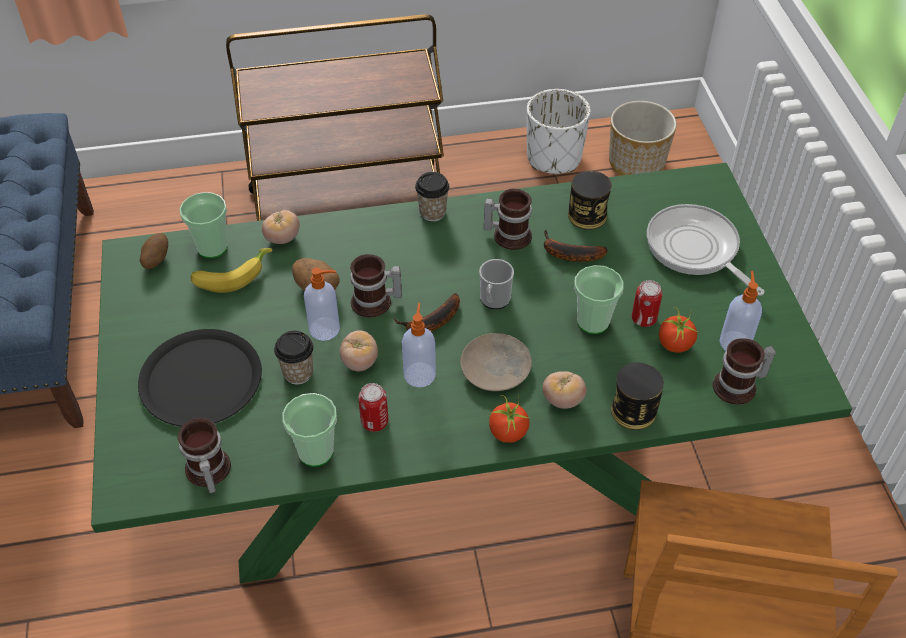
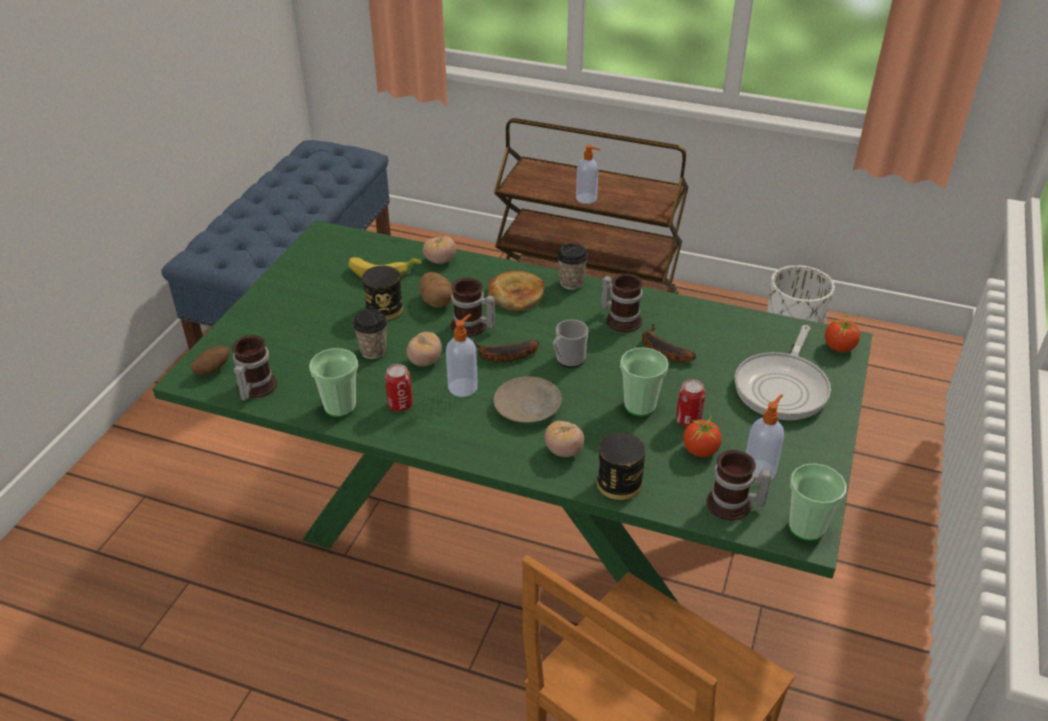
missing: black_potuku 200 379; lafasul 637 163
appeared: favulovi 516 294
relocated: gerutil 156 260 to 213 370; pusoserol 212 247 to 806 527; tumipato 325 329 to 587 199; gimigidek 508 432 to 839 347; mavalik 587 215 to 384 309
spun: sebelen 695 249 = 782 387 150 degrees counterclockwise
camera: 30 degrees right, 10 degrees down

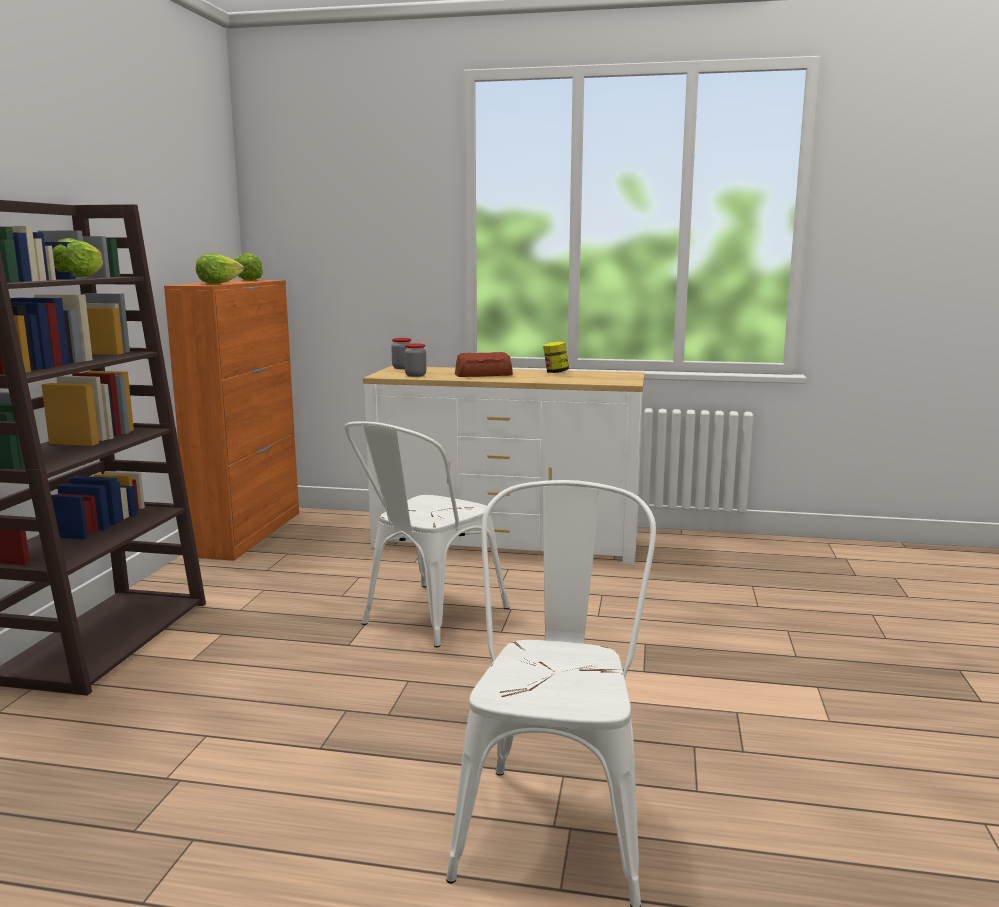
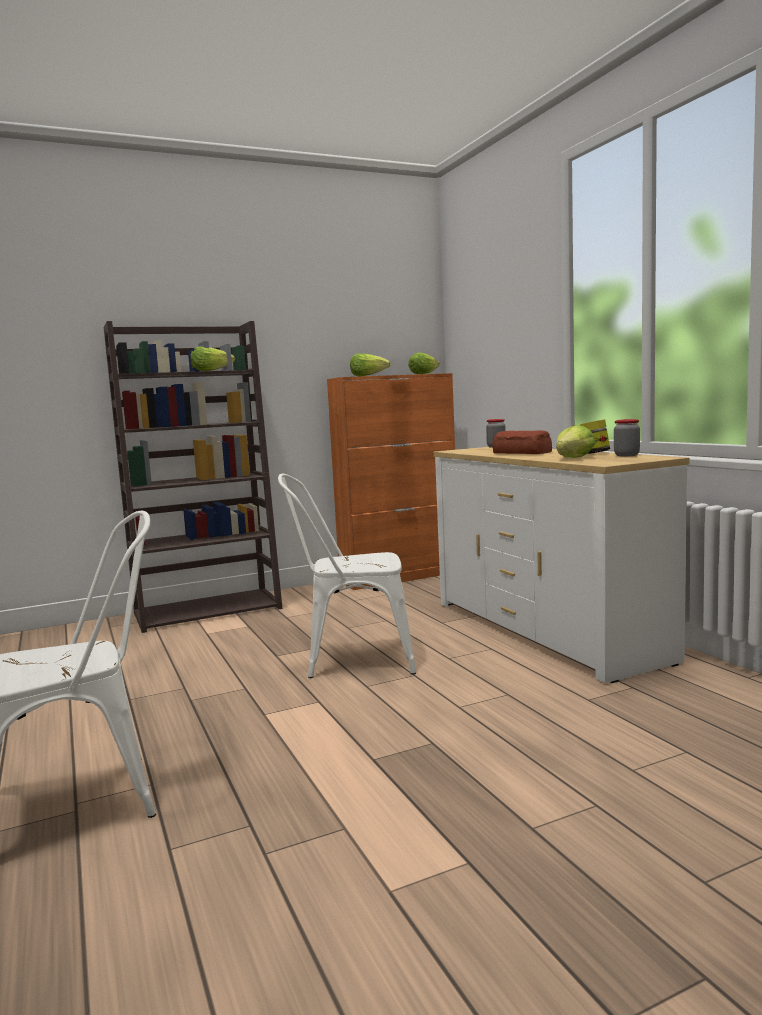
appeared: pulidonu 573 458
relocated: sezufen 415 375 to 626 455
camera: 55 degrees right, 5 degrees down

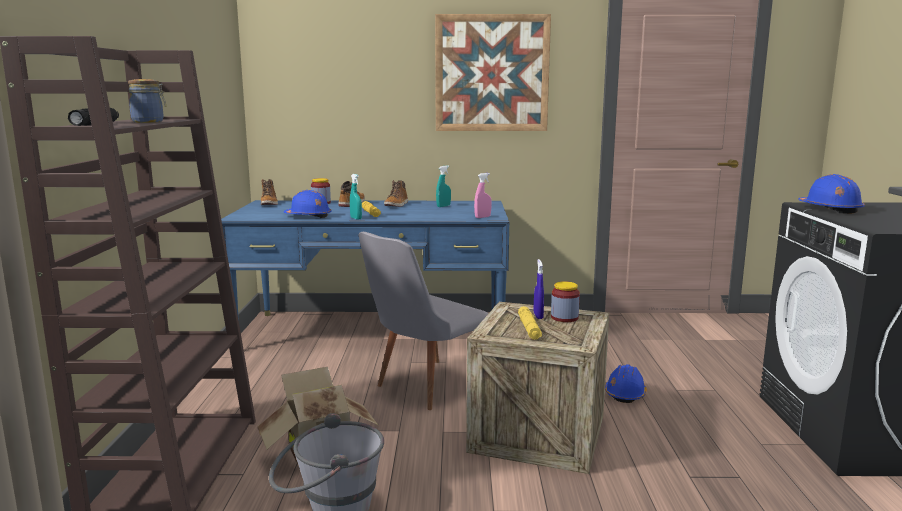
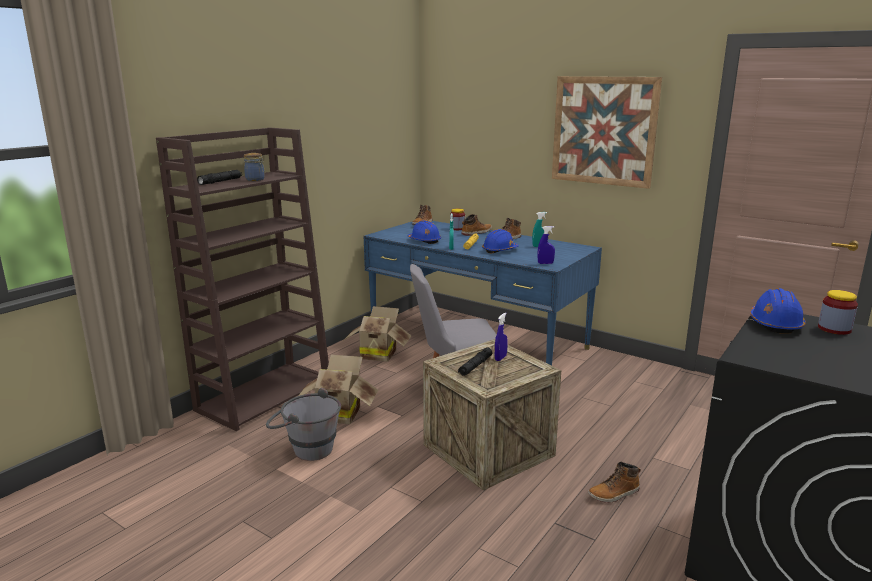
appeared: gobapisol 378 354; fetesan 614 494
relocated: sezufen 564 318 to 834 329; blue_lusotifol 625 394 to 499 250
colour: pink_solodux 482 217 to blue_solodux 545 263; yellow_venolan 529 328 to black_venolan 475 366
camera: 35 degrees right, 5 degrees up

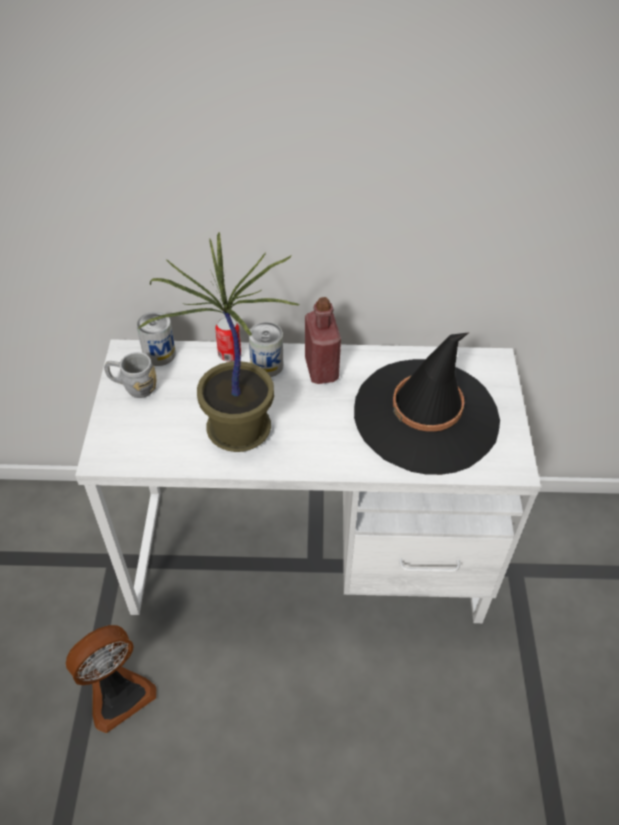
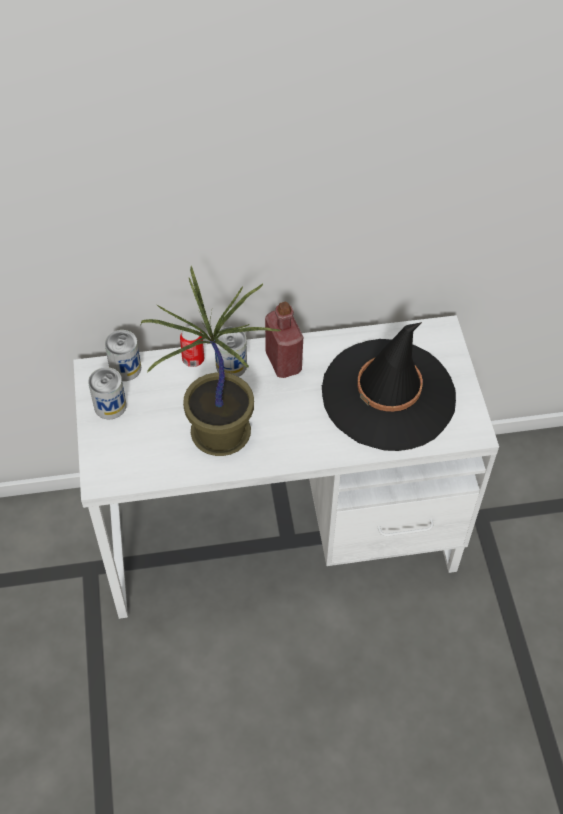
missing: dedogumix 118 693
exchanged: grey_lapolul 133 387 to mavalik 110 406
camera: 10 degrees left, 5 degrees up

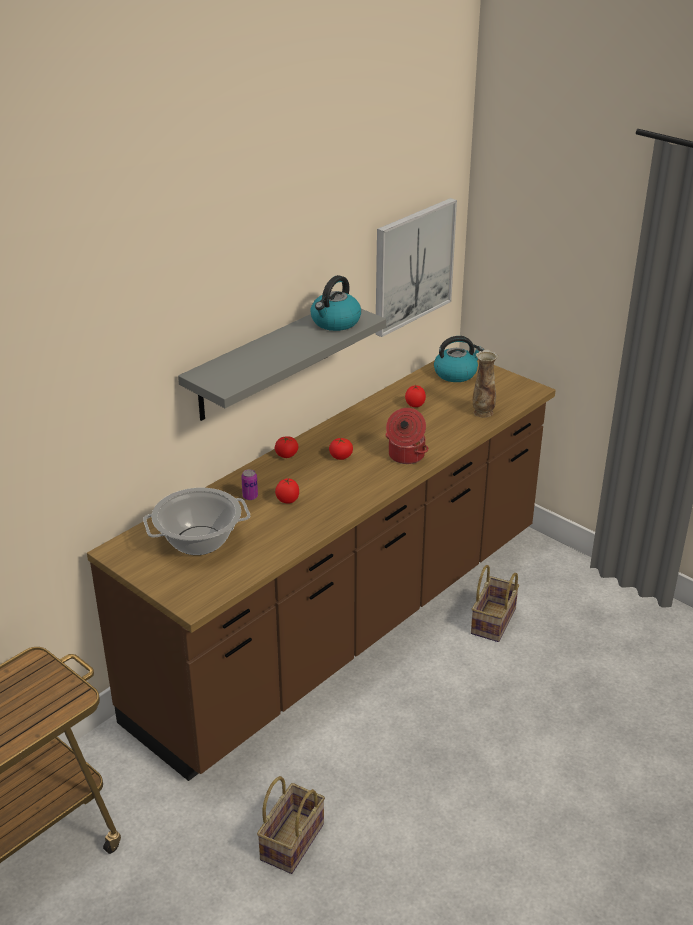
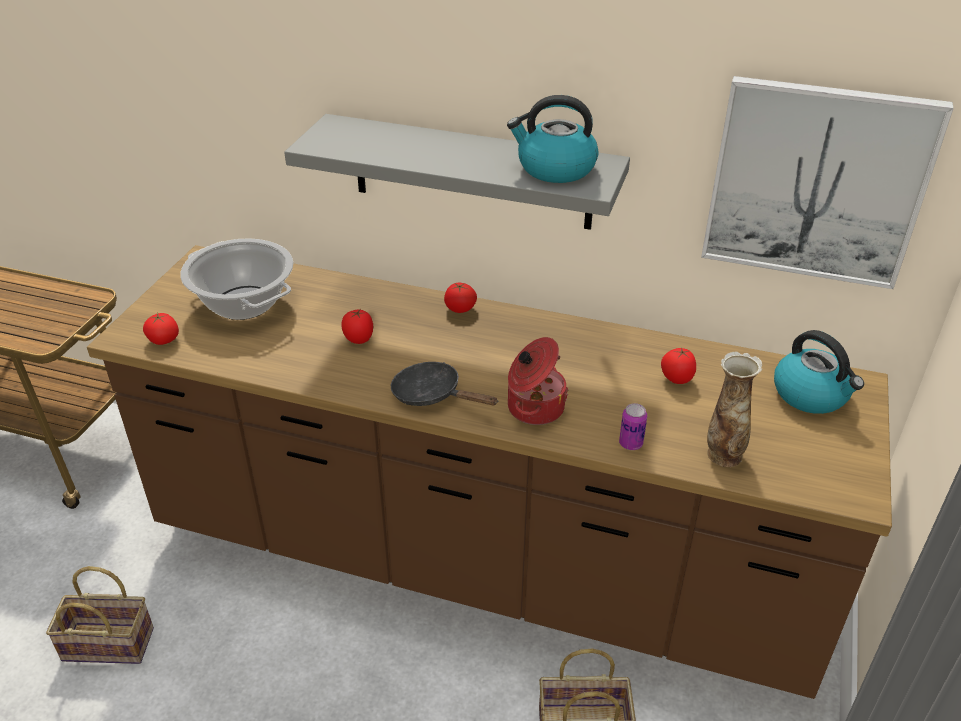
appeared: black_sebelen 432 395
relocated: mavalik 250 497 to 630 444; gimigidek 341 456 to 164 340
camera: 65 degrees right, 5 degrees up

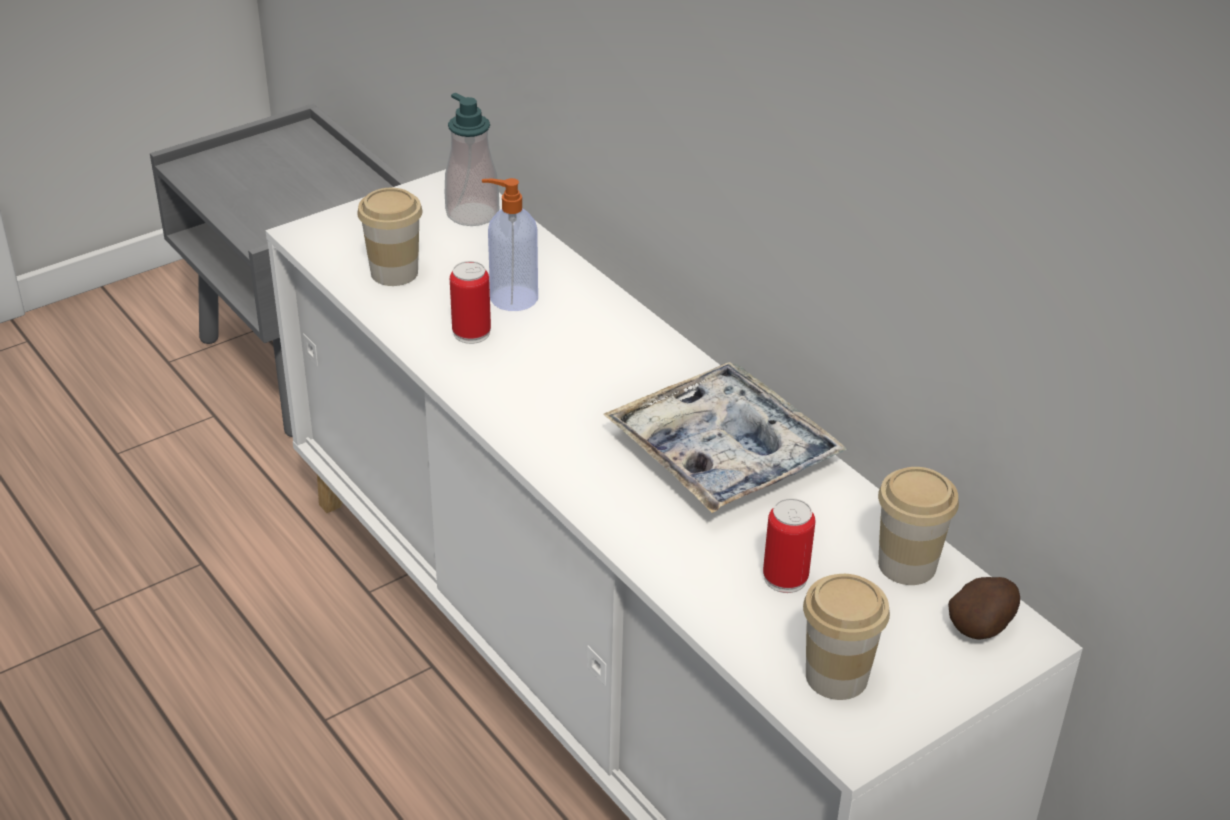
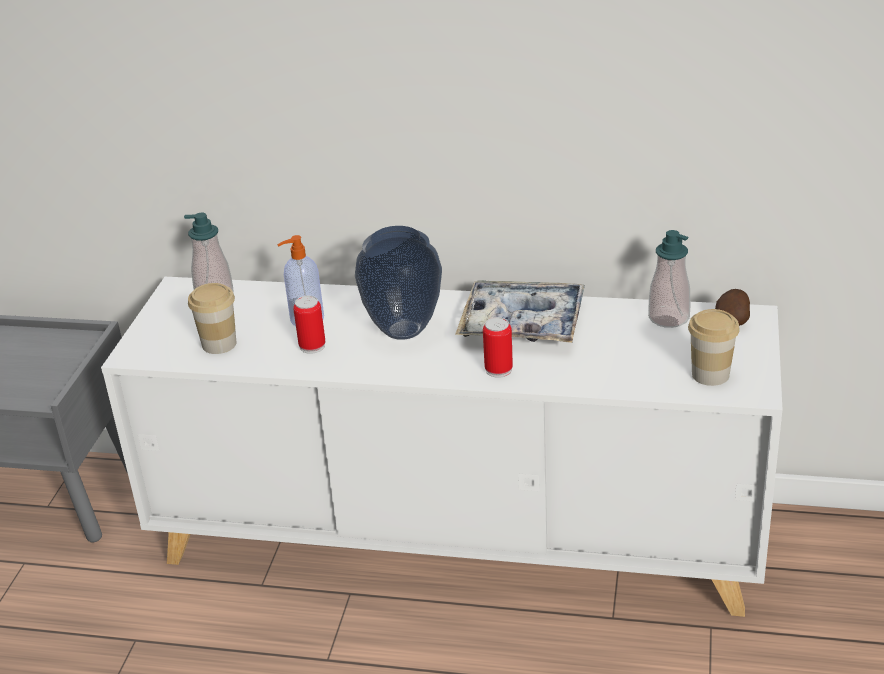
appeared: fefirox 404 330
relocated: mavalik 785 578 to 498 370
exchanged: pusoserol 907 565 to tumipato 668 318
camera: 40 degrees left, 5 degrees down

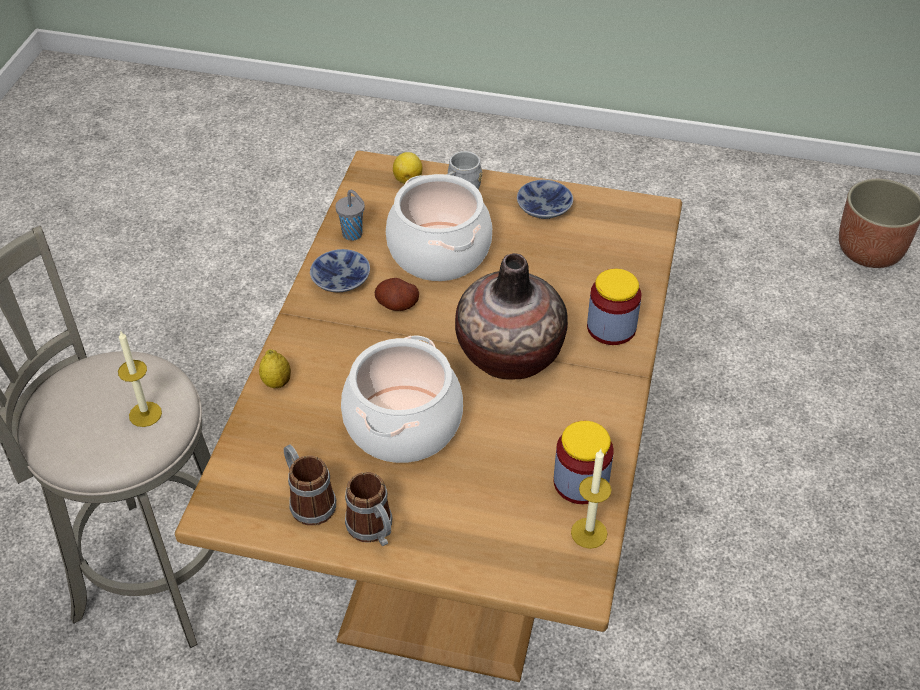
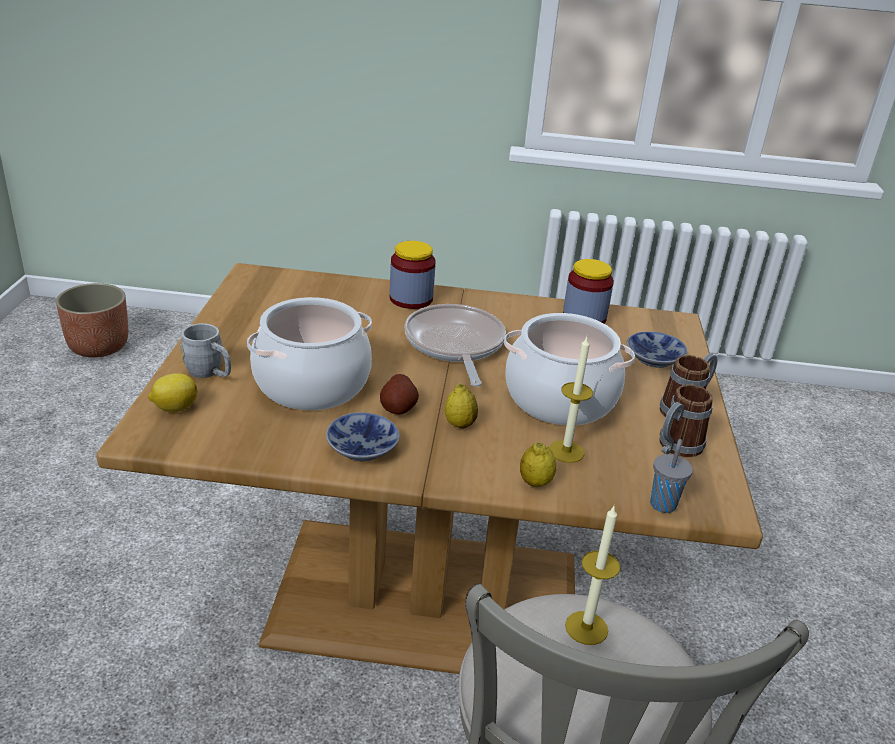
appeared: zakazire 459 424
relocated: grey_pusoserol 353 235 to 663 503; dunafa 545 209 to 655 358; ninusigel 589 533 to 566 451
exchanged: fefirox 509 354 to sebelen 455 345
camera: 100 degrees left, 15 degrees down

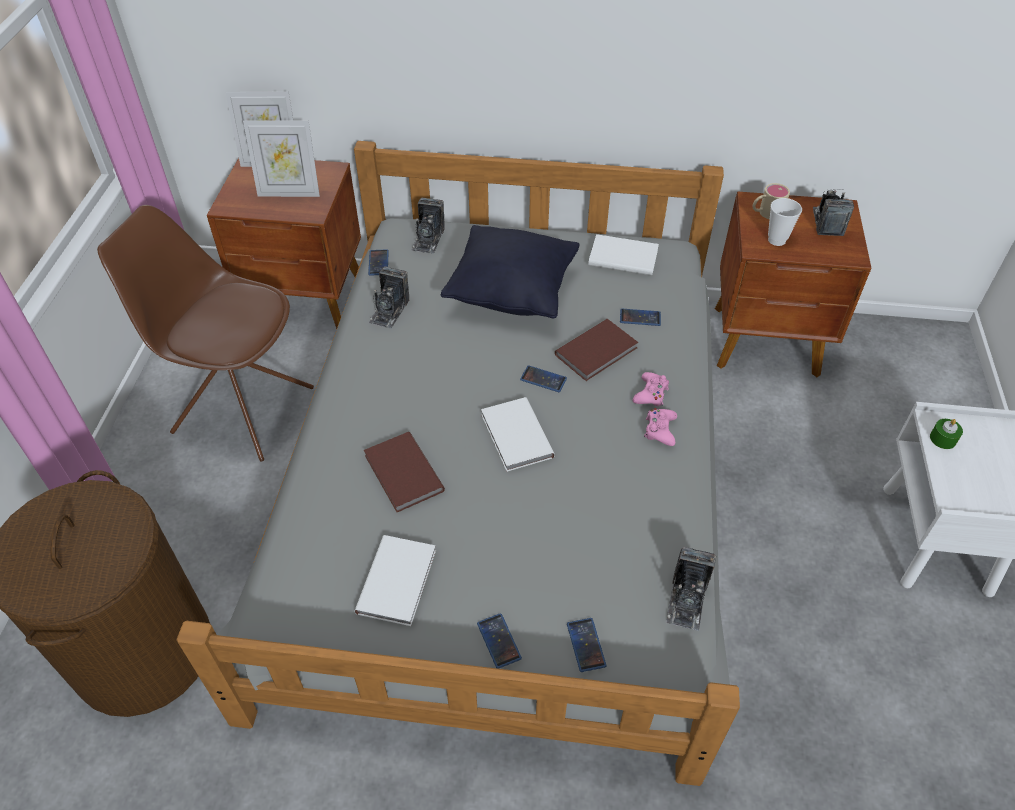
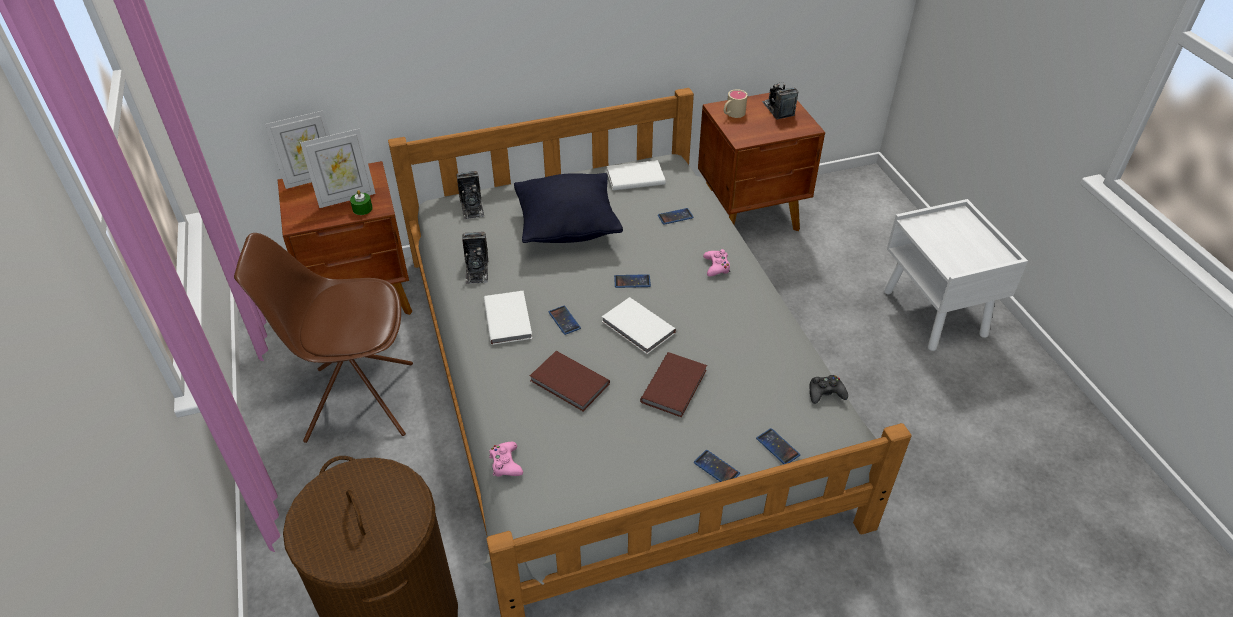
missing: pusoserol 776 240
relocated: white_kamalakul 399 581 to 509 318; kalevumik 378 263 to 564 320; brown_kamalakul 598 352 to 676 386; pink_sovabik 660 430 to 505 463; green_ninusigel 943 439 to 362 209
exchanged: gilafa 686 600 to black_sovabik 825 393
camera: 25 degrees left, 5 degrees down

